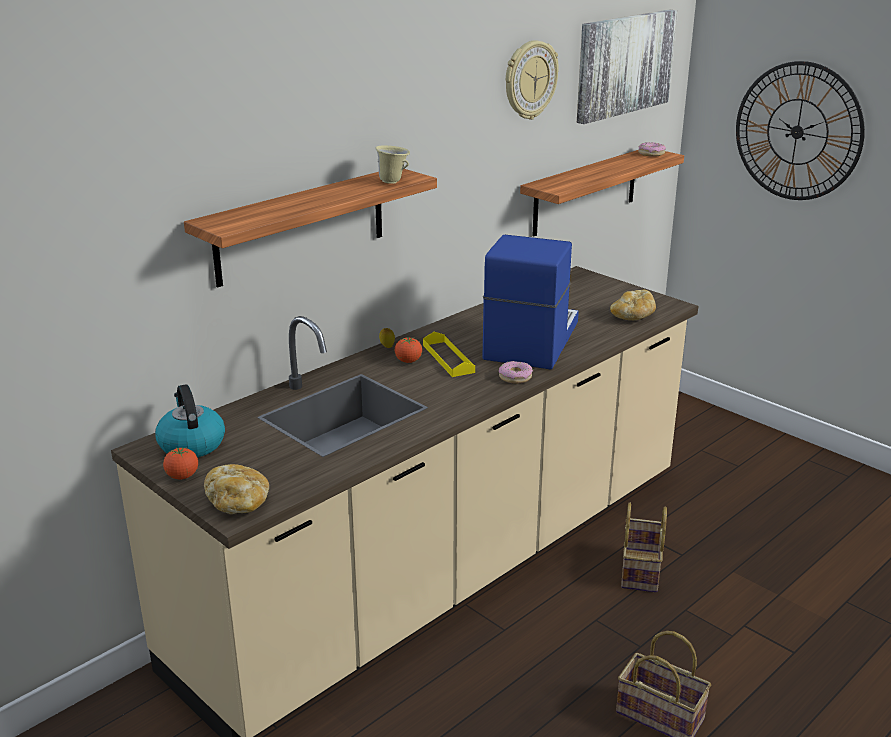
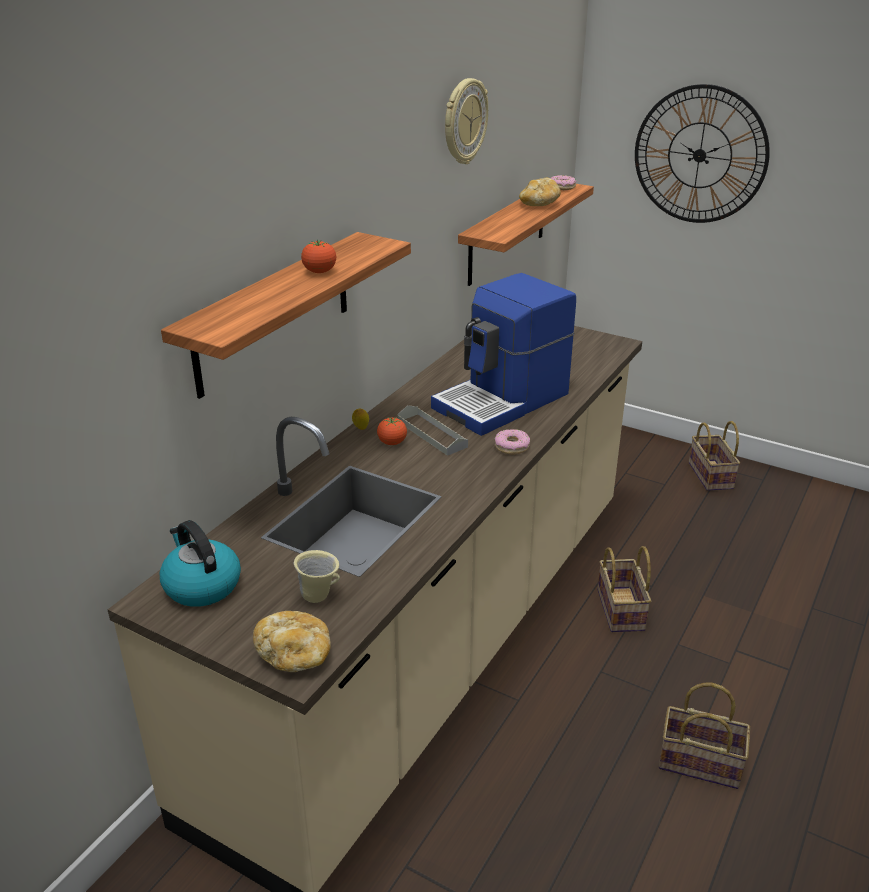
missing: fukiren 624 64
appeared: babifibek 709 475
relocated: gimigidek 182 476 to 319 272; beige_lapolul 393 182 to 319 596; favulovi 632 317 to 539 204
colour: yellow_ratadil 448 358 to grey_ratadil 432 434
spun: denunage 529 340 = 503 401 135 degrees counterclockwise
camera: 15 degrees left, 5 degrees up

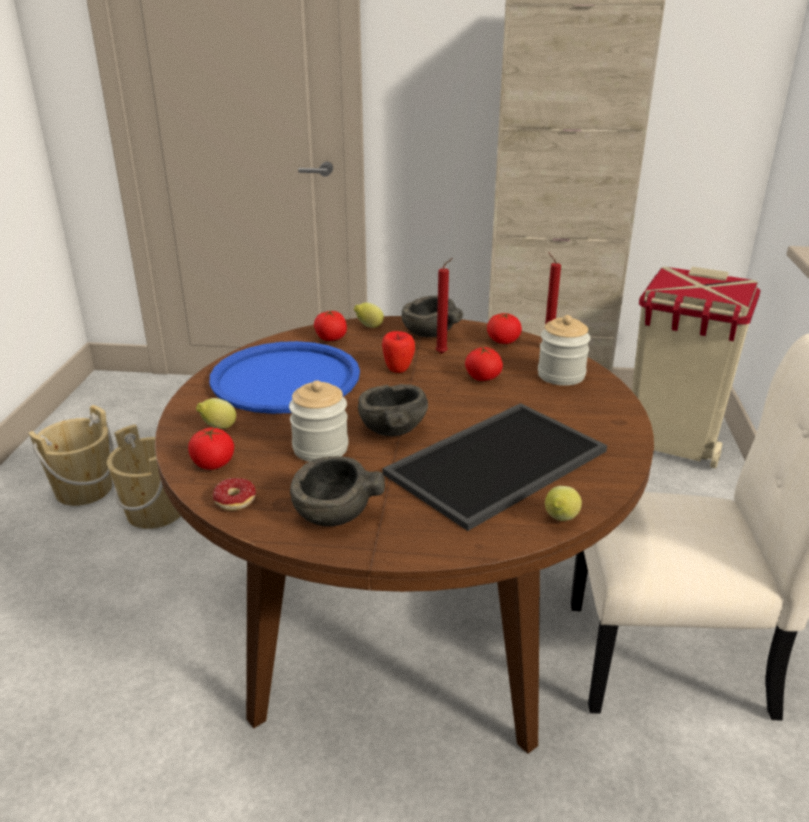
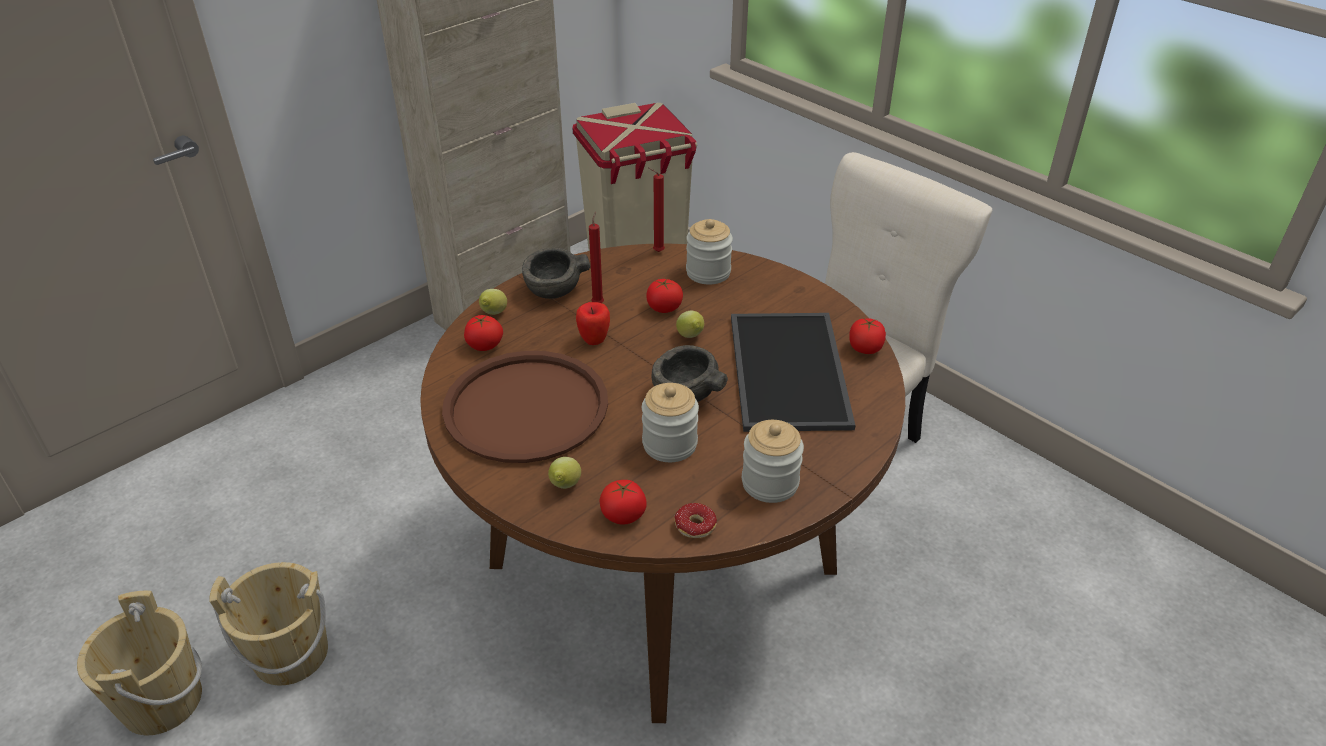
relocated: gimigidek 503 341 to 865 349; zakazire 560 520 to 690 337
exchanged: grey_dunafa 332 515 to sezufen 770 483
colour: blue_ratadil 286 379 to brown_ratadil 526 407
camera: 50 degrees left, 10 degrees up

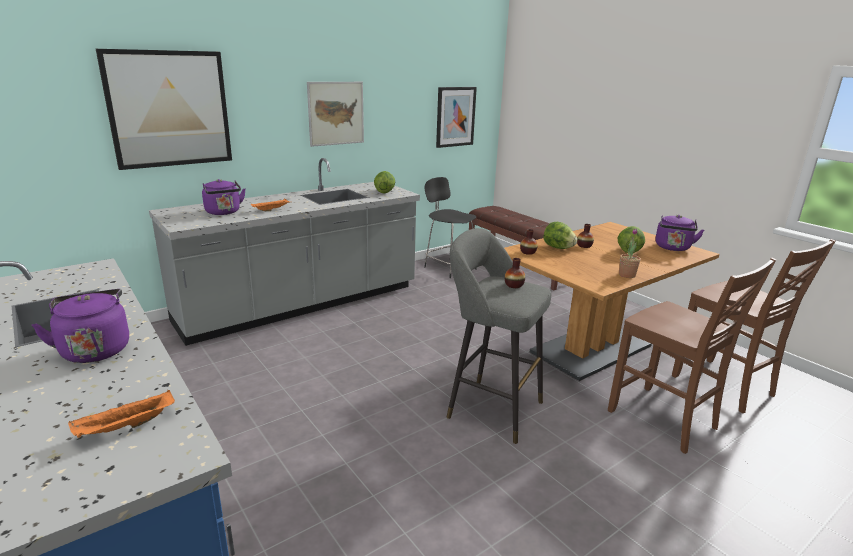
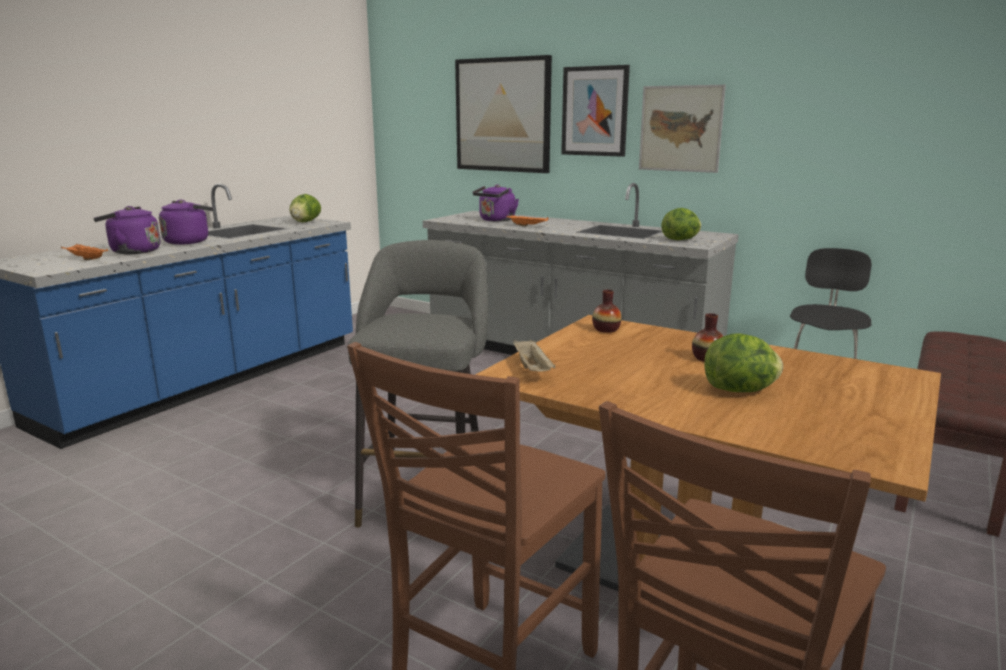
missing: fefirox 514 285; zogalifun 627 275
appeared: beige_ratadil 533 370
relocated: fukiren 455 116 to 595 111; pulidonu 558 248 to 305 222; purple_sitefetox 673 248 to 132 252
camera: 70 degrees right, 5 degrees down

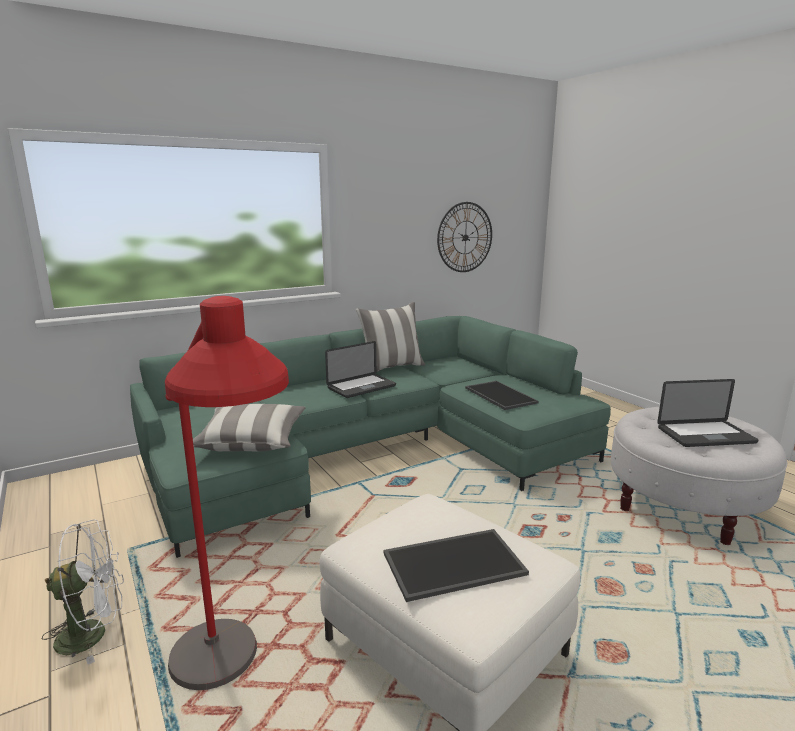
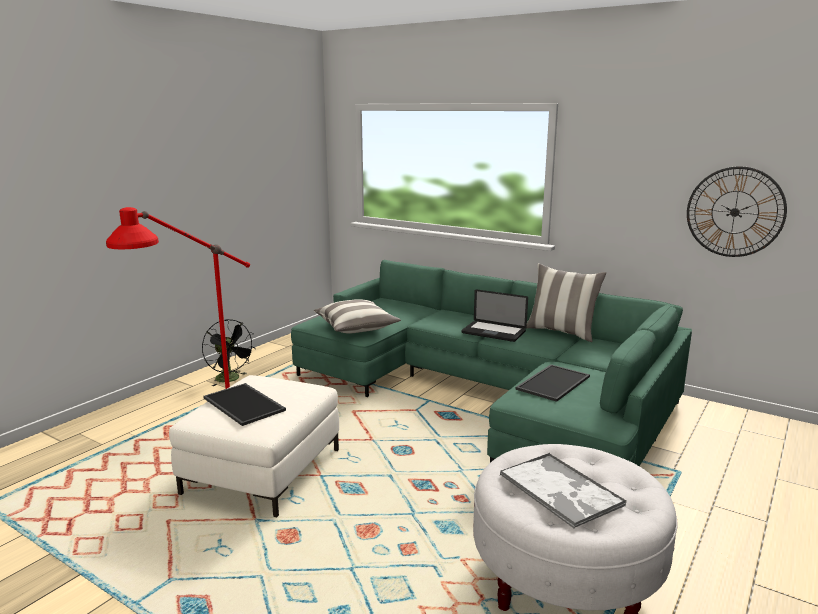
exchanged: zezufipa 705 435 to ratadil 561 490
colour: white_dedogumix 93 634 to black_dedogumix 231 379
camera: 65 degrees right, 0 degrees up

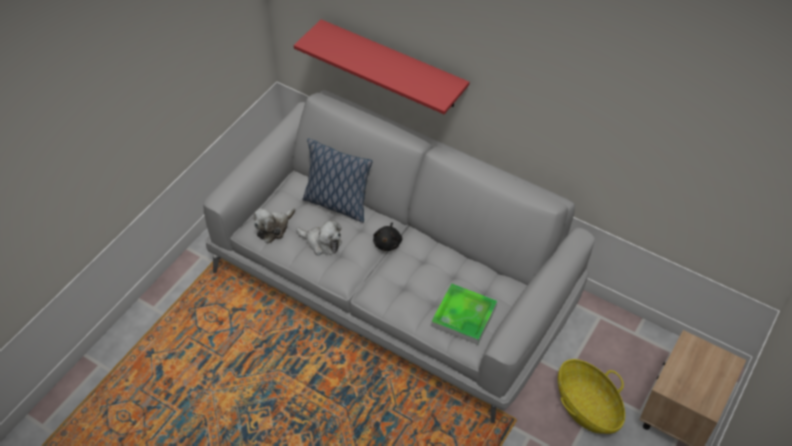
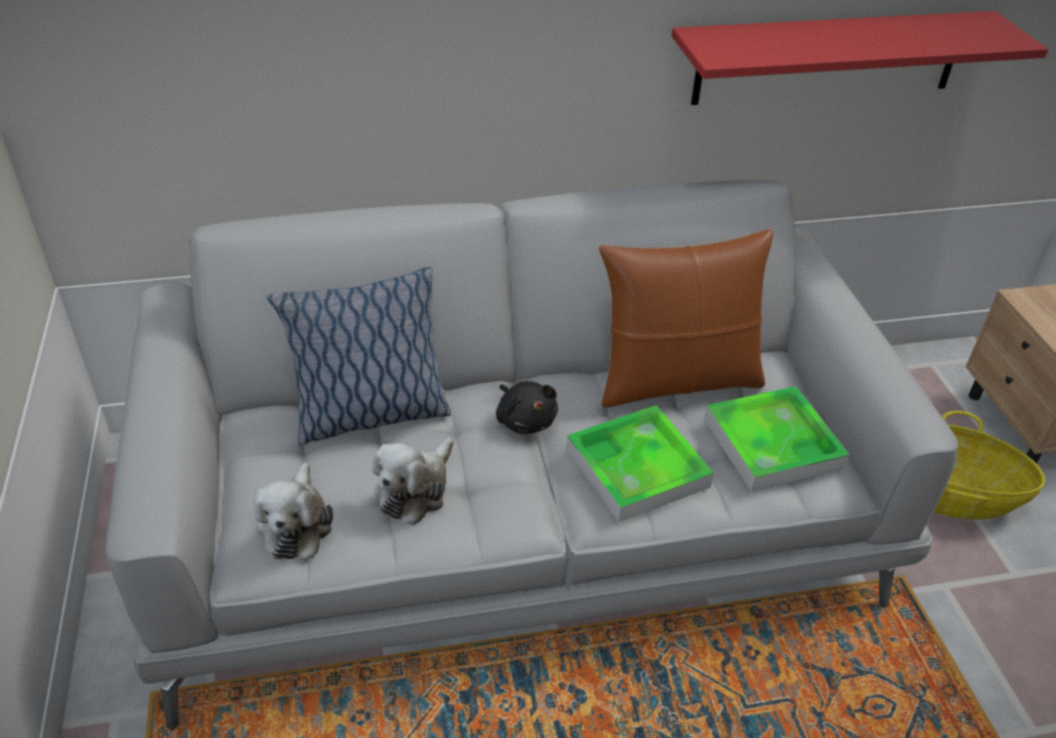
appeared: ratadil 637 468; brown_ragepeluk 676 380
relocated: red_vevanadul 393 64 to 829 58
spun: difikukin 322 243 = 416 490 135 degrees clockwise
camera: 45 degrees left, 10 degrees down

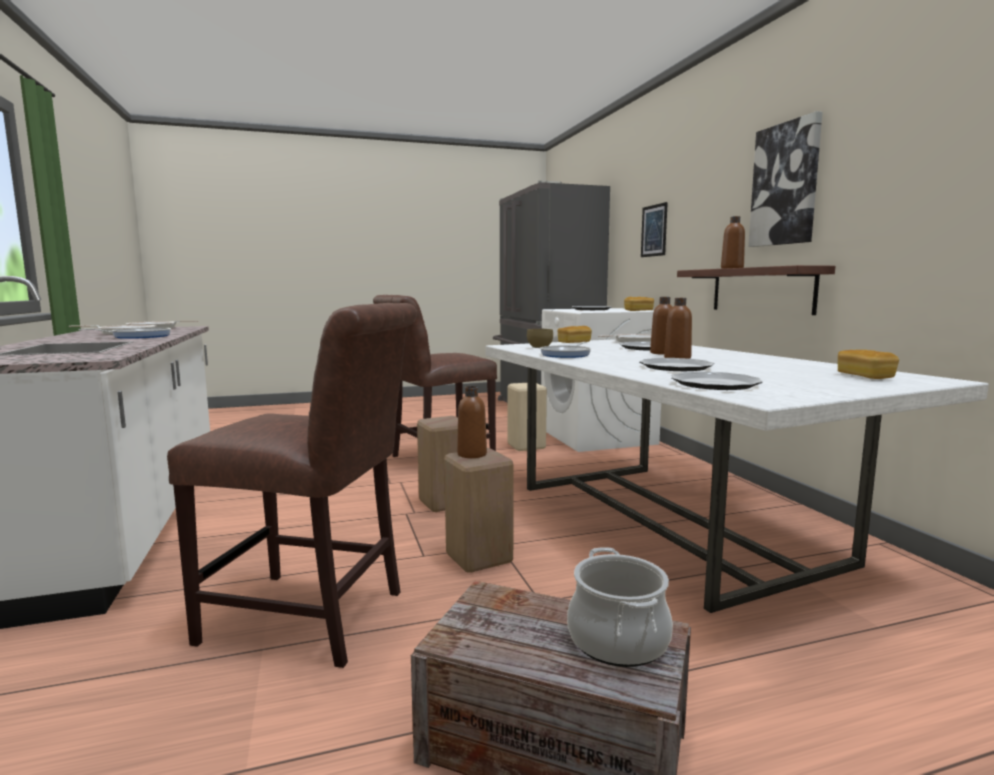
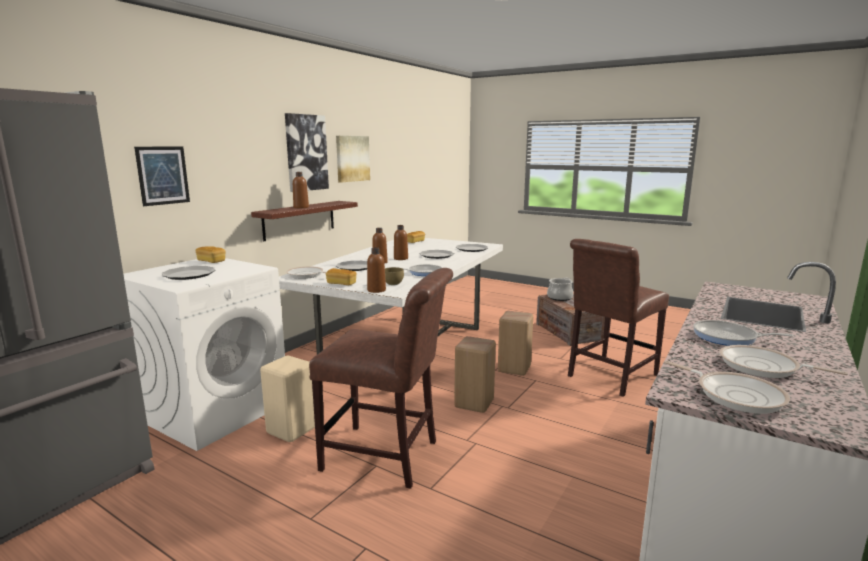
appeared: fukiren 352 158
relocated: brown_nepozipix 472 454 to 376 290
spun: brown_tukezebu 314 618 = 609 376 105 degrees counterclockwise
camera: 130 degrees left, 5 degrees up

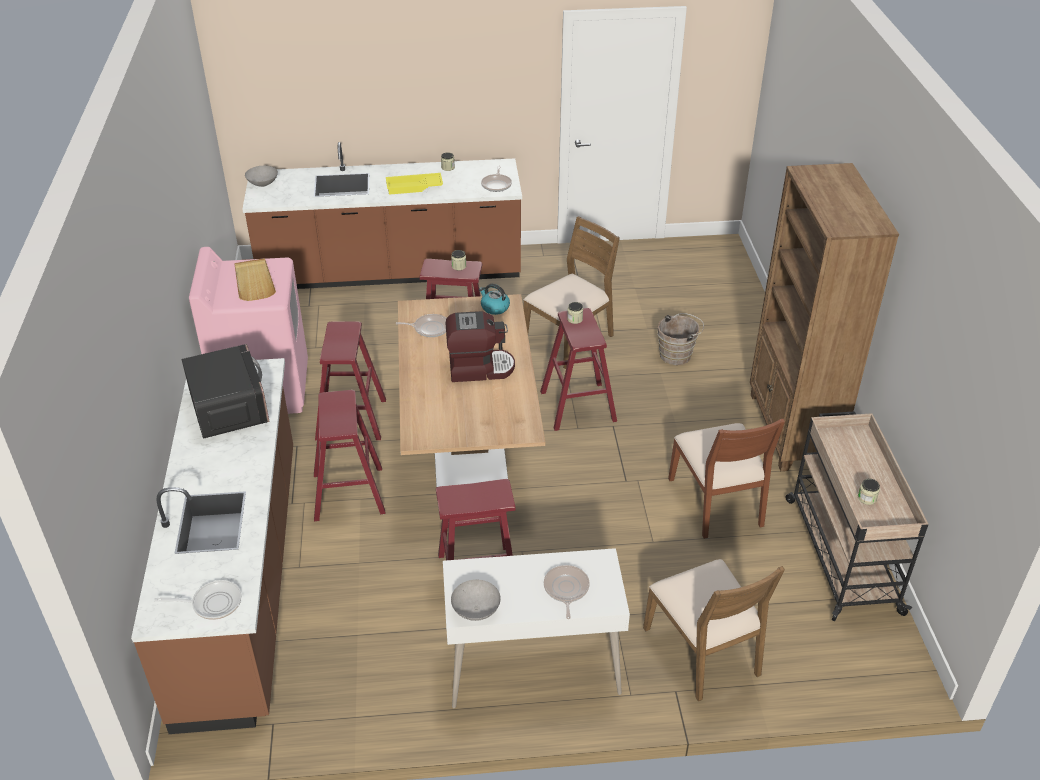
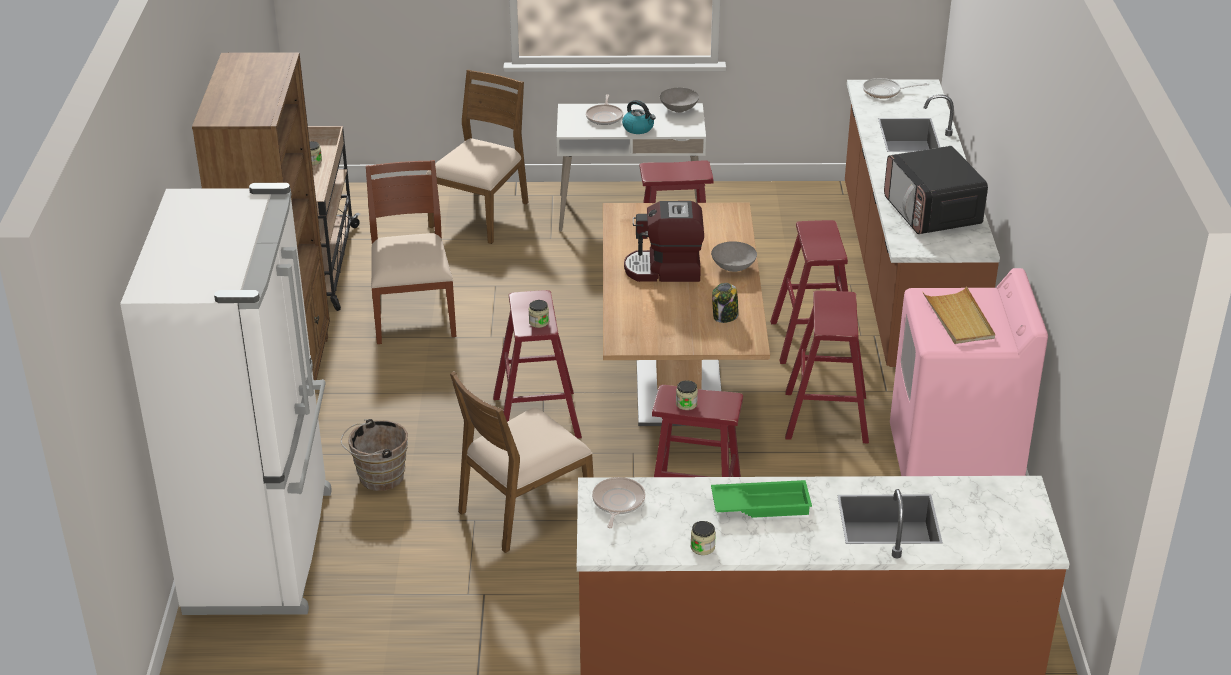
appeared: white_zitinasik 263 550
relocated: grey_dunafa 262 184 to 733 267; sitefetox 494 307 to 638 128
exchanged: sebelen 429 328 to sezufen 725 316
colour: yellow_ratadil 414 187 to green_ratadil 761 504
spun: brown_tukezebu 703 651 = 481 214 45 degrees clockwise
camera: 175 degrees left, 5 degrees down

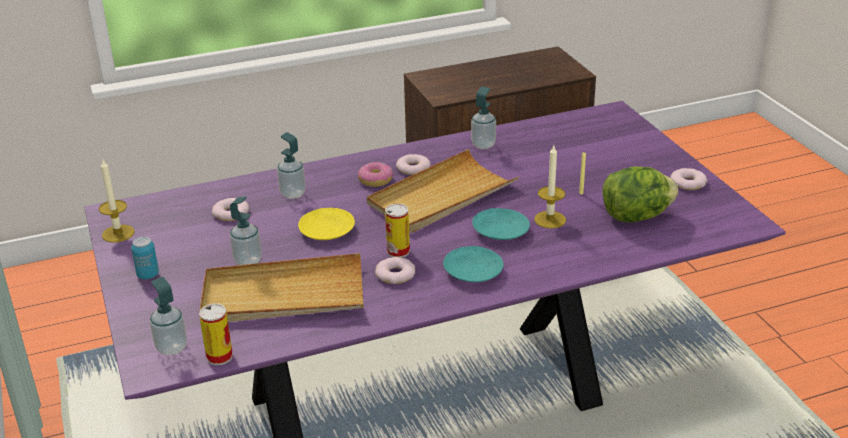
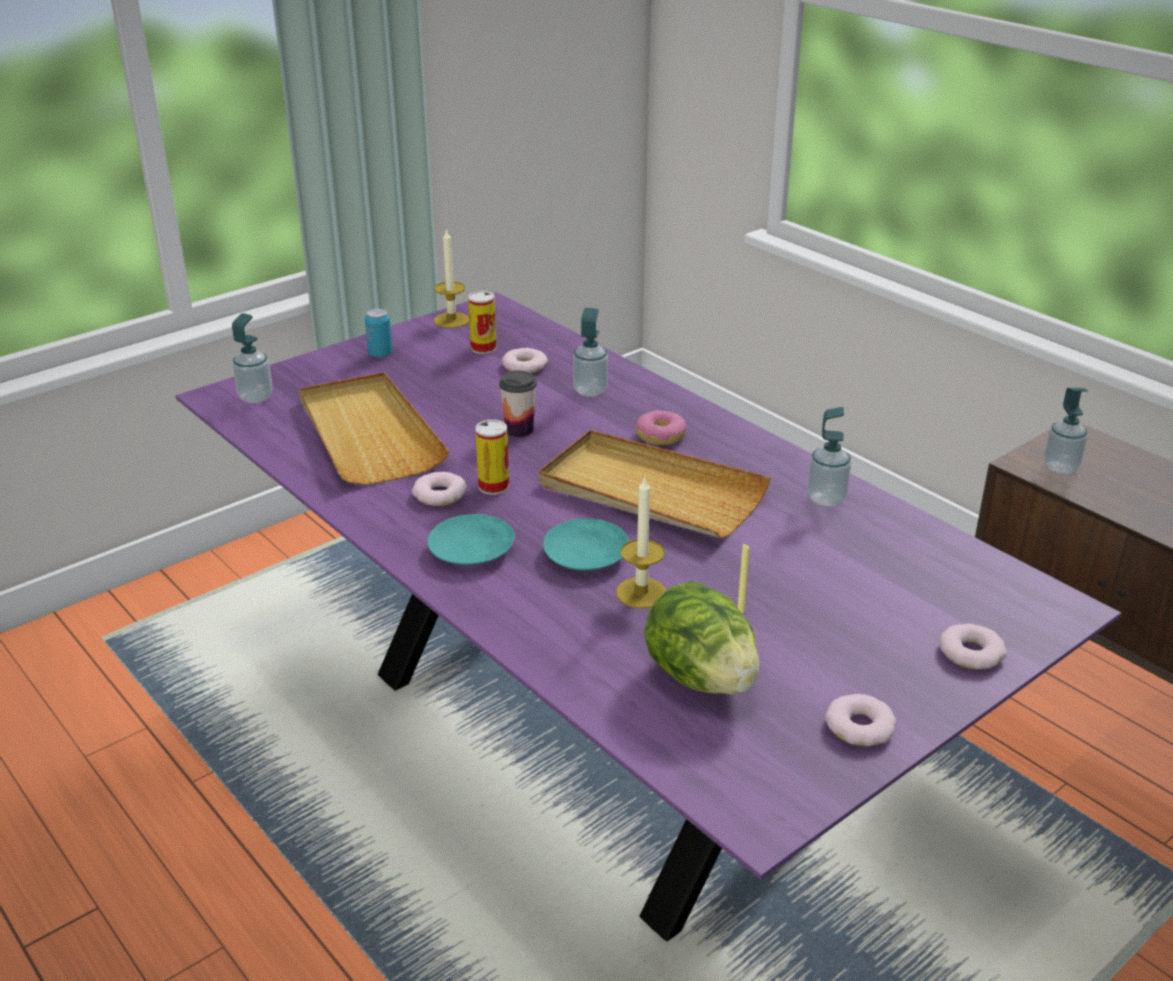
relocated: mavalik 219 356 to 483 348; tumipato 248 261 to 1060 467; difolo 413 168 to 971 652
exchanged: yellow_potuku 327 230 to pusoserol 519 430
camera: 70 degrees right, 0 degrees up

